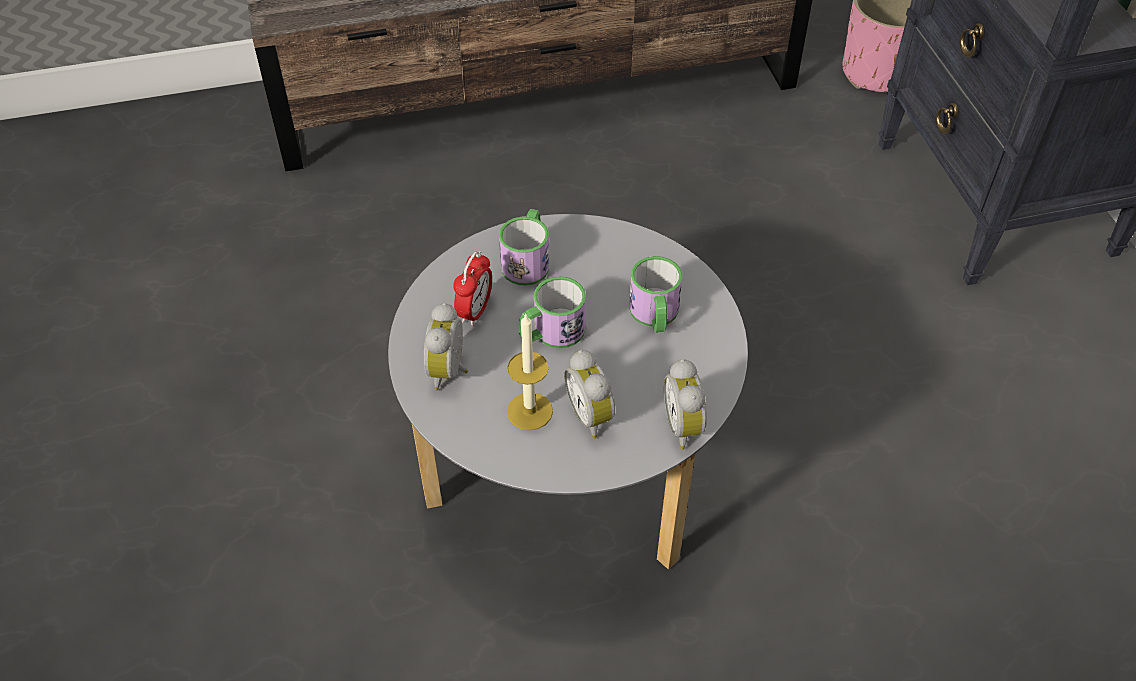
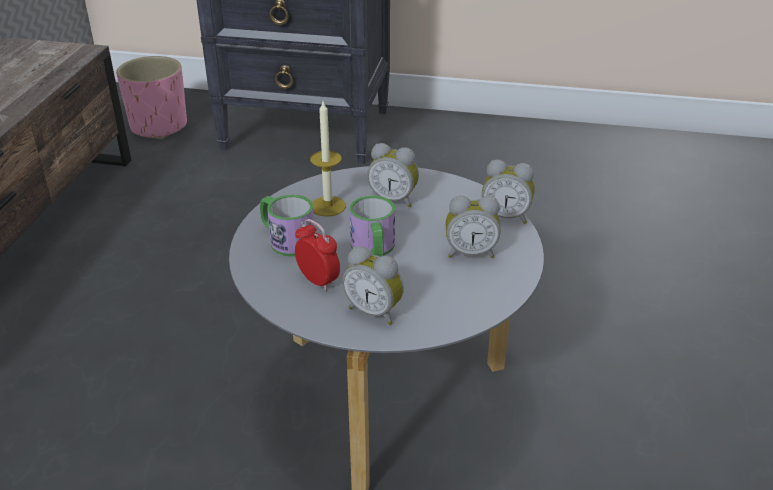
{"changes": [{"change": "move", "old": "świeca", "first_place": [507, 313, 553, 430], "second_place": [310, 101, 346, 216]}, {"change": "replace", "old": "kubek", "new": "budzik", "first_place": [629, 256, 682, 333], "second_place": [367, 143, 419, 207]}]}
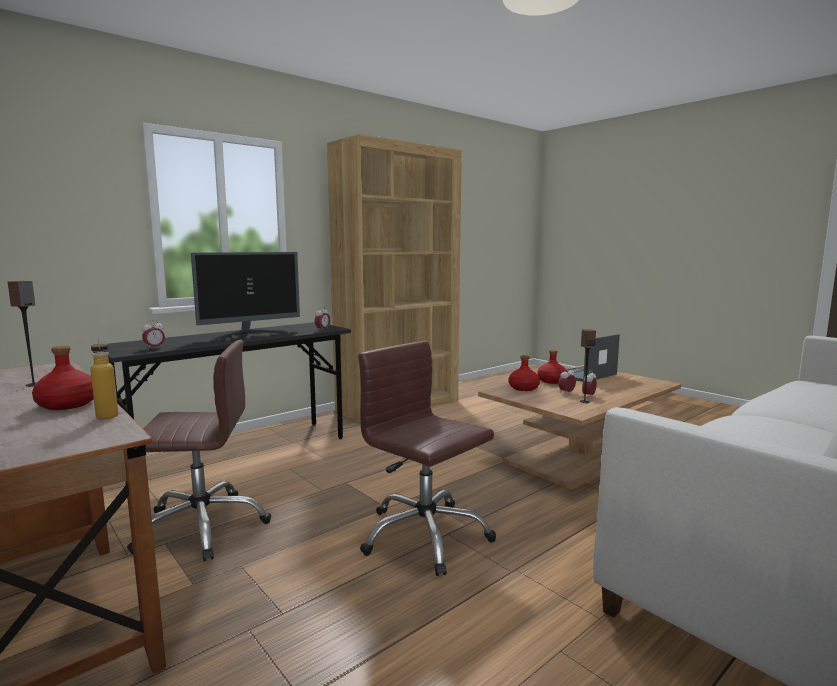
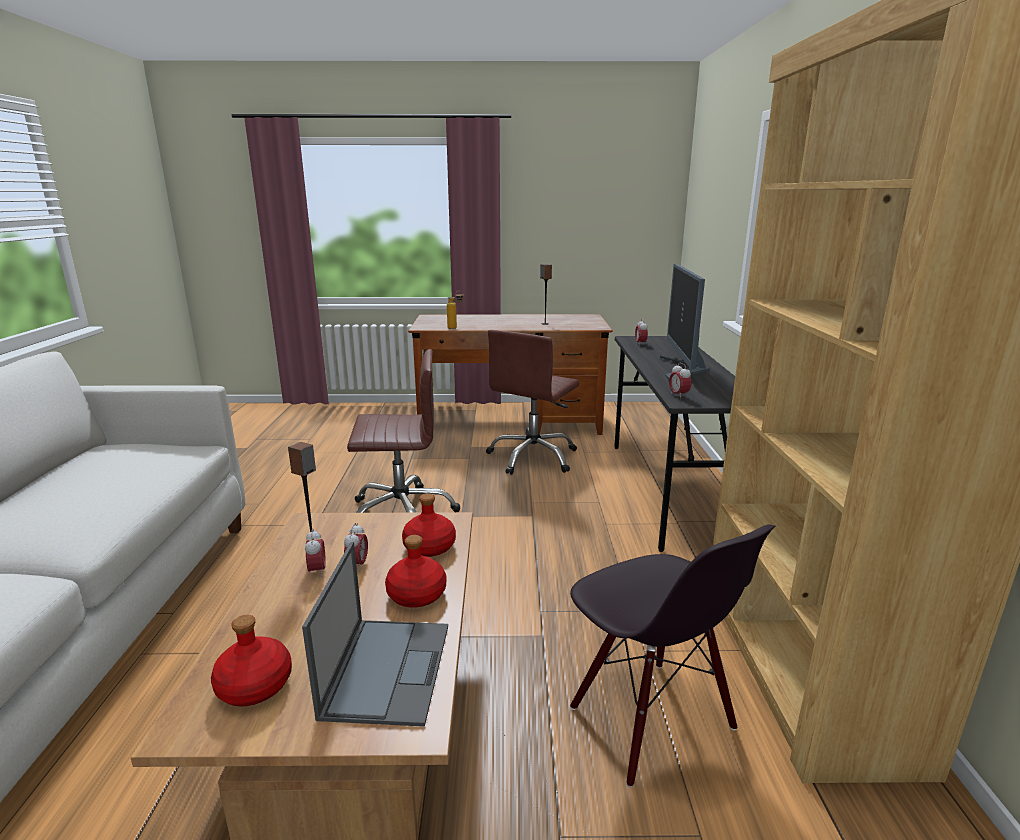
{"changes": [{"change": "move", "old": "butelka [czerwony]", "first_place": [32, 346, 94, 410], "second_place": [211, 615, 292, 707]}, {"change": "insert", "new": "krzesło [czarny]", "second_place": [570, 524, 776, 788]}]}
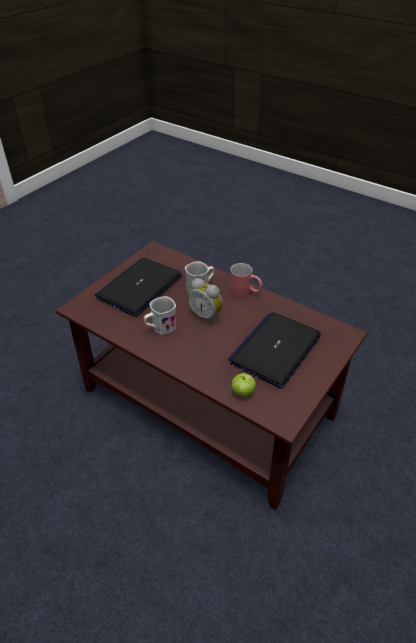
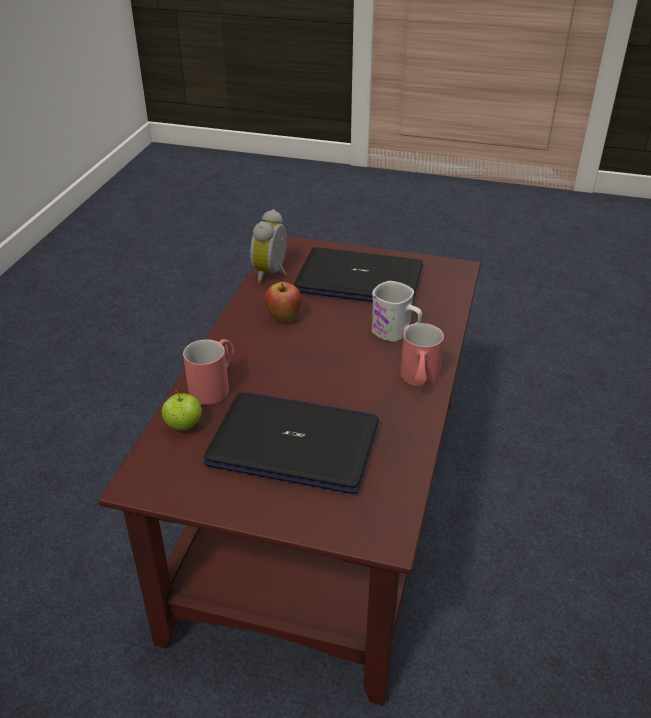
{"changes": [{"change": "replace", "old": "kubek [biały]", "new": "jabłko", "first_place": [144, 296, 177, 335], "second_place": [264, 282, 301, 322]}, {"change": "move", "old": "budzik", "first_place": [188, 278, 223, 324], "second_place": [250, 209, 287, 283]}, {"change": "insert", "new": "kubek [czerwony]", "second_place": [183, 339, 235, 405]}]}
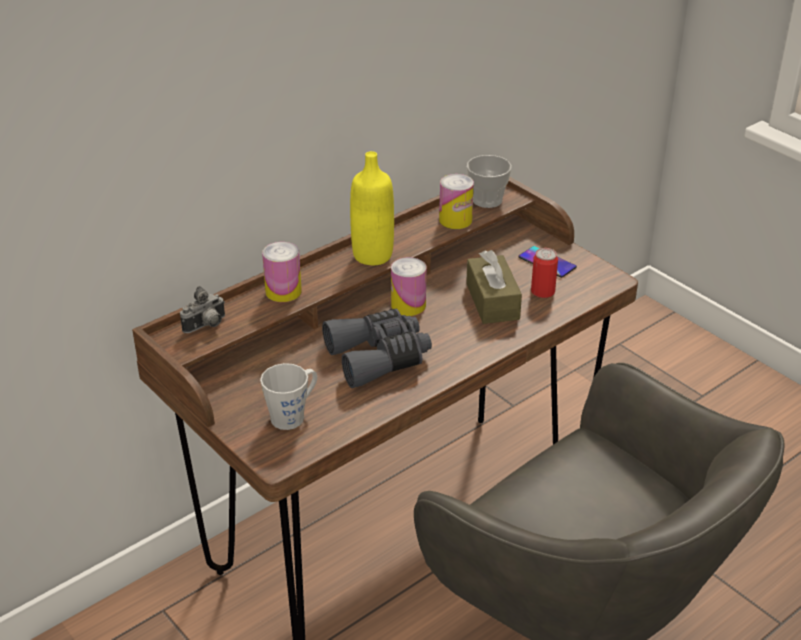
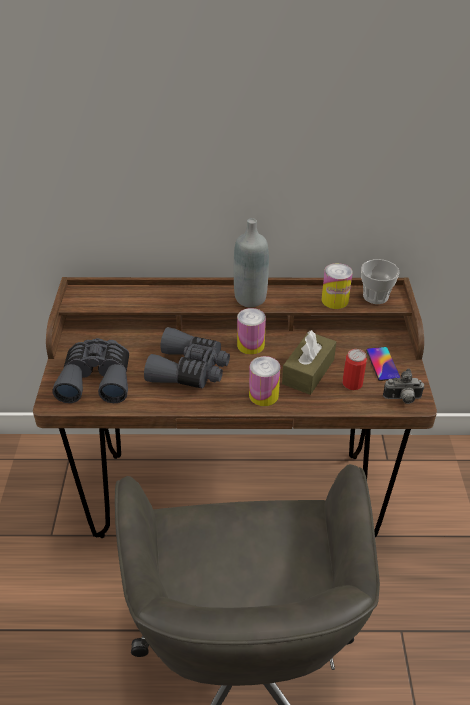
{"changes": [{"change": "move", "old": "aparat fotograficzny", "first_place": [180, 286, 225, 333], "second_place": [383, 369, 425, 404]}, {"change": "replace", "old": "kubek [szary]", "new": "lornetka [szary]", "first_place": [260, 363, 317, 430], "second_place": [53, 338, 129, 403]}, {"change": "move", "old": "puszka", "first_place": [262, 242, 302, 302], "second_place": [249, 356, 281, 406]}, {"change": "recolor", "old": "butelka [żółty]", "new": "butelka [szary]", "first_place": [350, 151, 394, 265], "second_place": [234, 218, 269, 307]}]}
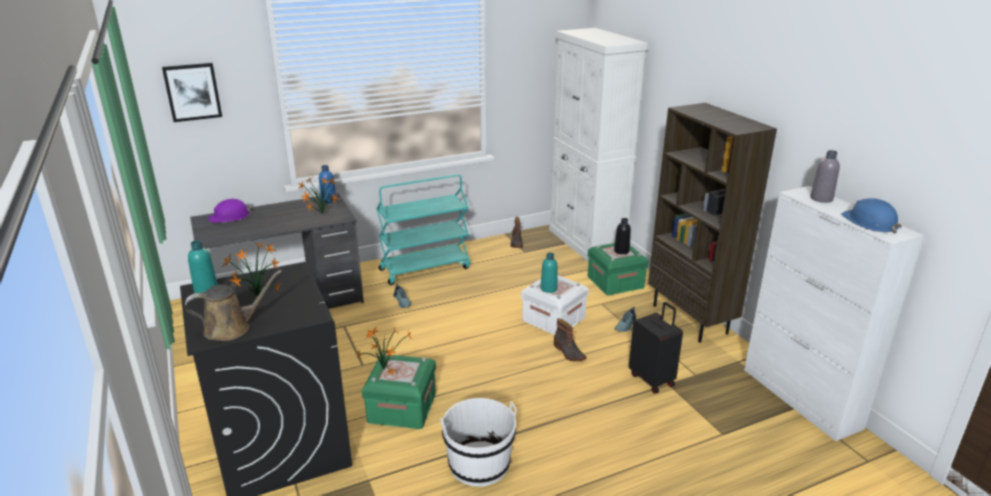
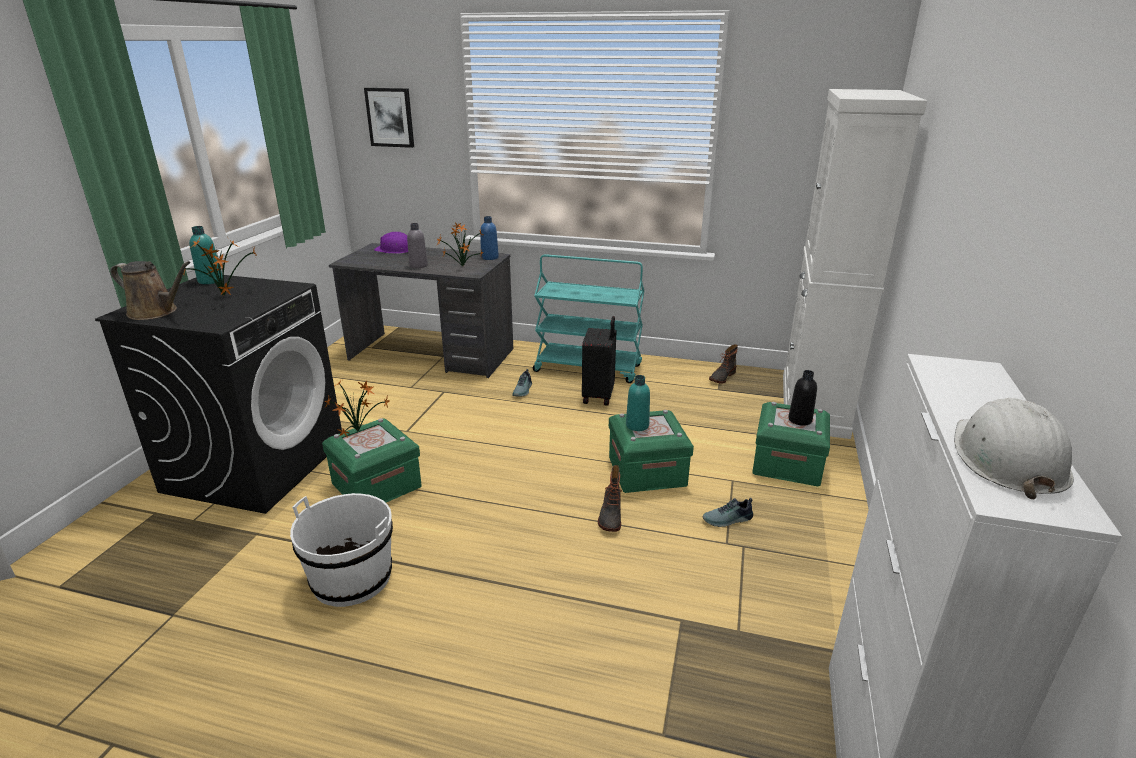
{"changes": [{"change": "recolor", "old": "pojemnik do przechowywania [biały]", "new": "pojemnik do przechowywania [zielony]", "first_place": [521, 275, 589, 335], "second_place": [609, 410, 694, 493]}, {"change": "move", "old": "walizka [czarny]", "first_place": [629, 302, 683, 394], "second_place": [582, 316, 616, 406]}, {"change": "delete", "old": "regał [brązowy]", "first_place": [648, 103, 777, 343]}, {"change": "move", "old": "butelka [szary]", "first_place": [810, 150, 840, 203], "second_place": [407, 223, 428, 268]}, {"change": "recolor", "old": "kask [niebieski]", "new": "kask [biały]", "first_place": [841, 198, 902, 233], "second_place": [954, 398, 1074, 499]}]}
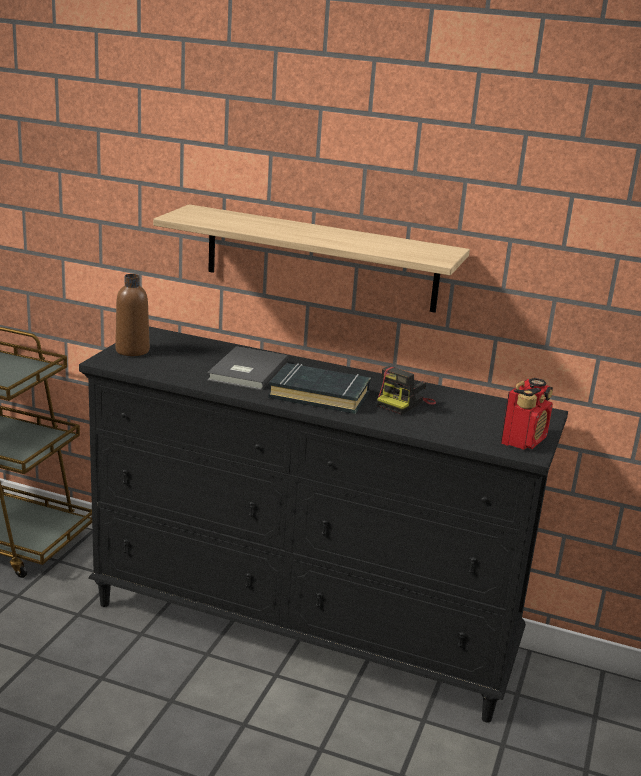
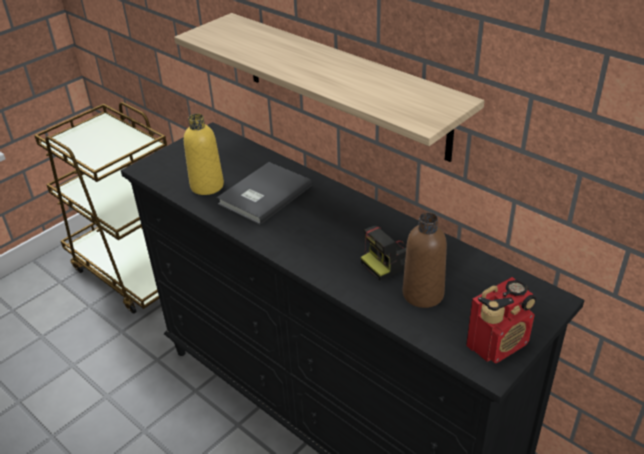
{"changes": [{"change": "move", "old": "butelka [brązowy]", "first_place": [115, 274, 150, 356], "second_place": [402, 213, 447, 308]}, {"change": "delete", "old": "książka [czarny]", "first_place": [268, 363, 371, 414]}, {"change": "insert", "new": "butelka [żółty]", "second_place": [184, 114, 224, 195]}]}
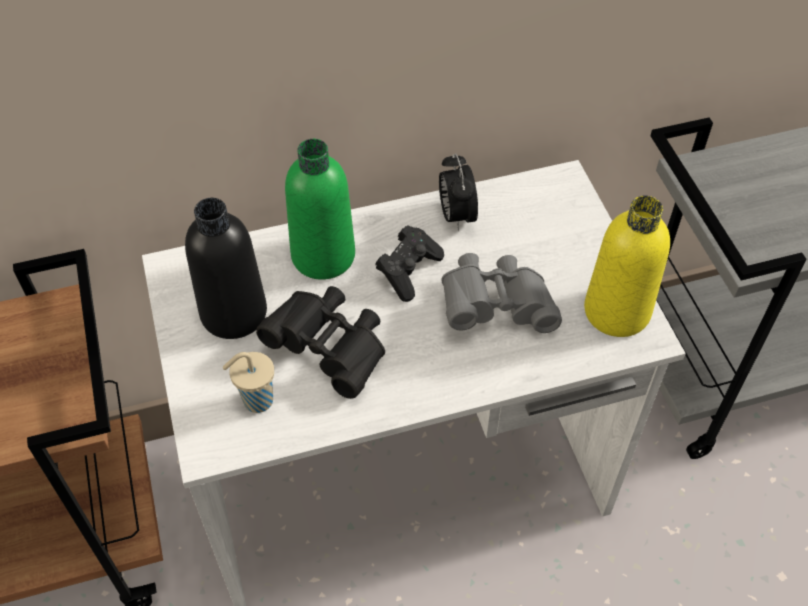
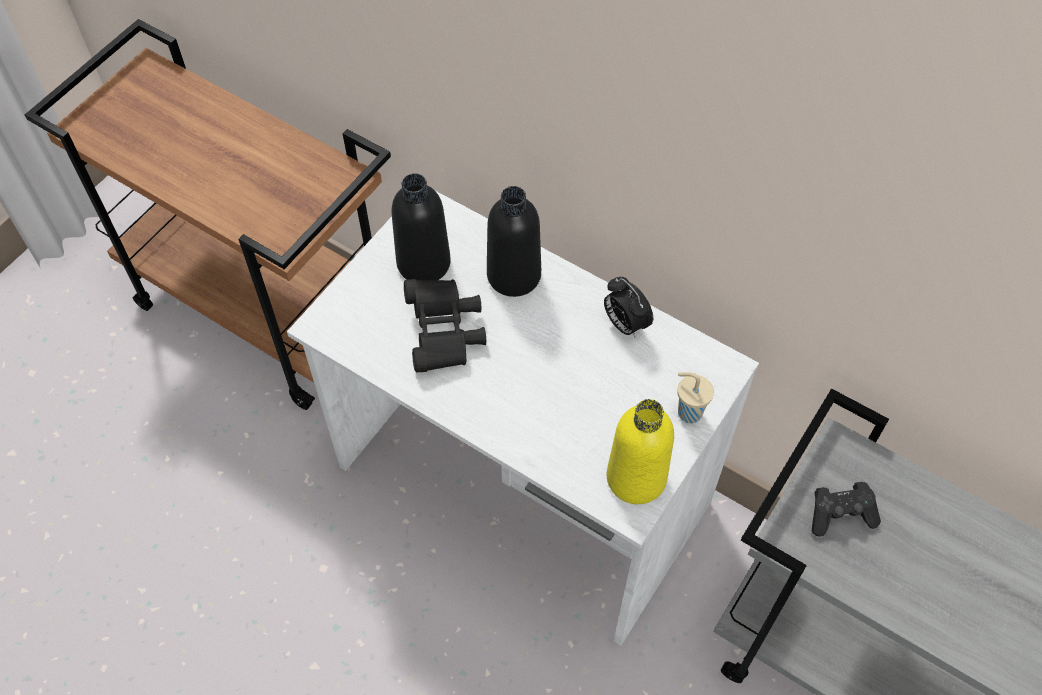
{"changes": [{"change": "move", "old": "filiżanka [beżowy]", "first_place": [223, 352, 274, 413], "second_place": [677, 372, 714, 423]}, {"change": "recolor", "old": "butelka [zielony]", "new": "butelka [czarny]", "first_place": [285, 139, 355, 280], "second_place": [487, 186, 541, 297]}, {"change": "move", "old": "pad do gier [czarny]", "first_place": [375, 225, 444, 302], "second_place": [812, 482, 881, 536]}, {"change": "rotate", "old": "budzik", "first_place": [439, 153, 478, 231], "second_place": [604, 277, 653, 337], "degrees": -75}, {"change": "delete", "old": "lornetka [szary]", "first_place": [441, 253, 562, 333]}]}
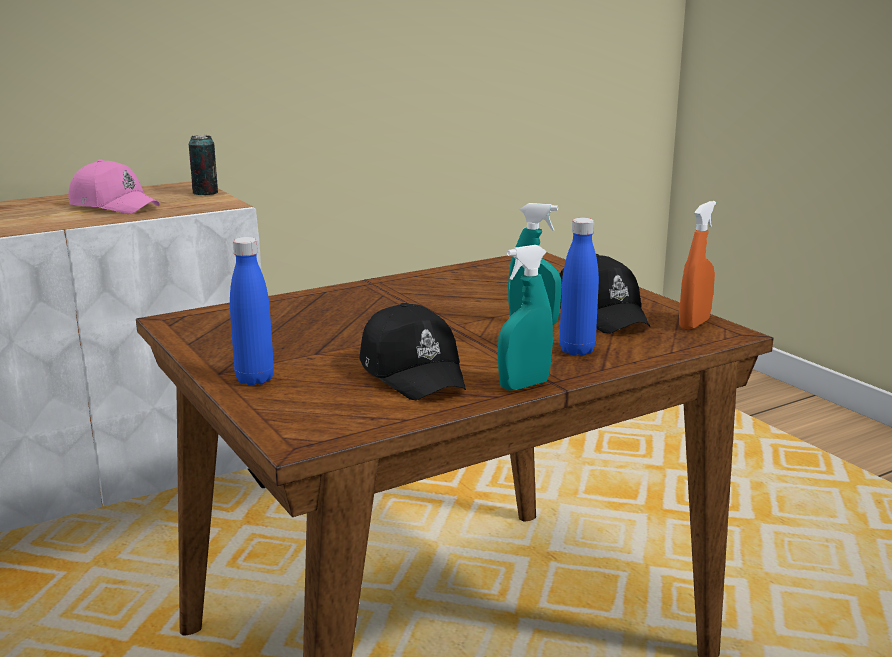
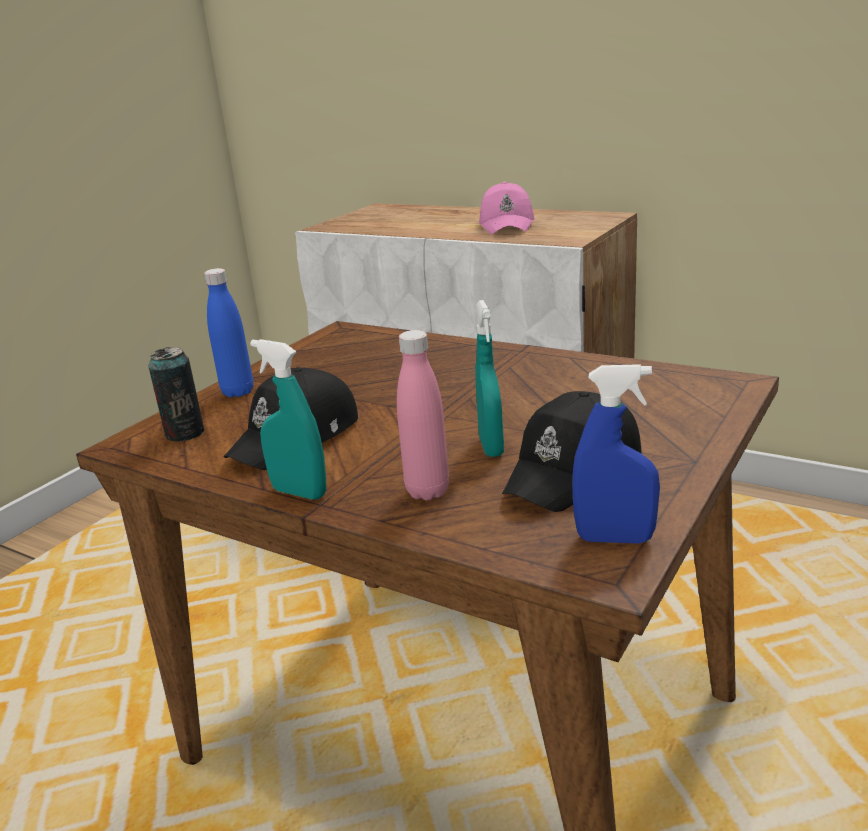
{"changes": [{"change": "move", "old": "puszka", "first_place": [189, 135, 218, 195], "second_place": [148, 347, 204, 442]}, {"change": "recolor", "old": "butelka [niebieski]", "new": "butelka [różowy]", "first_place": [559, 218, 599, 356], "second_place": [397, 330, 449, 501]}, {"change": "recolor", "old": "spryskiwacz [pomarańczowy]", "new": "spryskiwacz [niebieski]", "first_place": [679, 201, 716, 329], "second_place": [572, 364, 660, 544]}]}
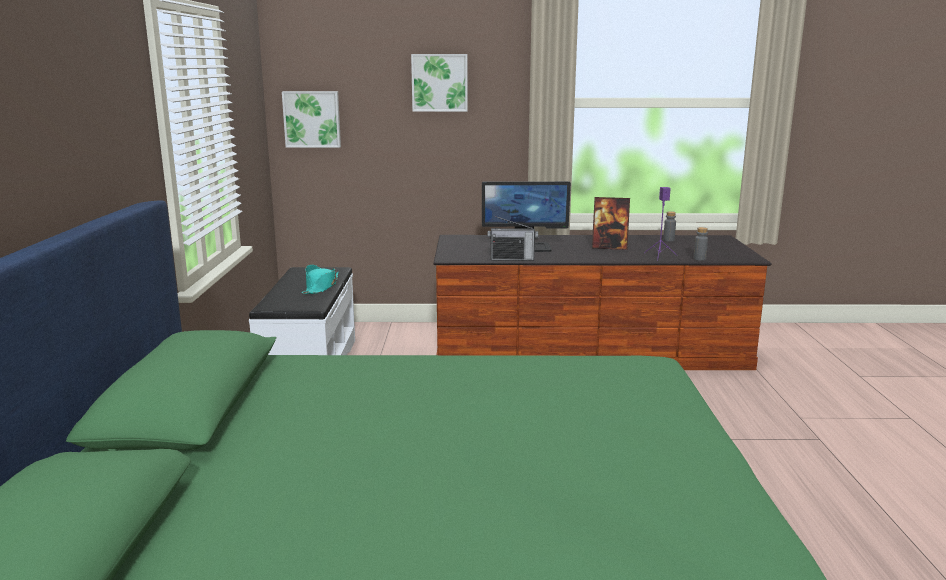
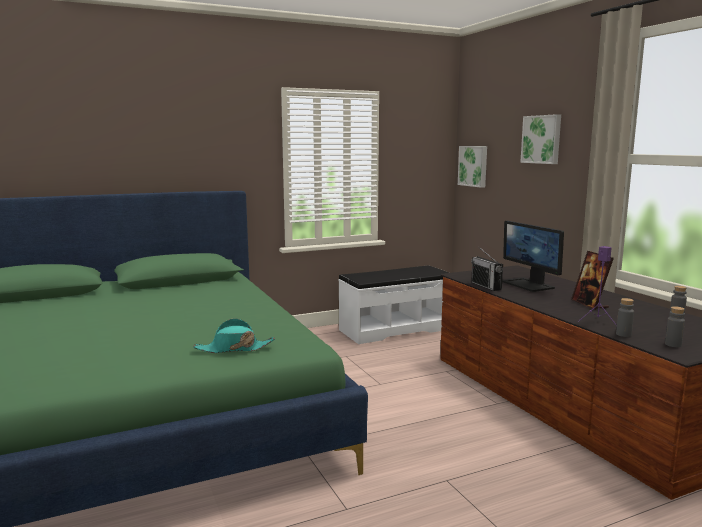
{"changes": [{"change": "move", "old": "kapelusz [turkusowy]", "first_place": [302, 265, 339, 294], "second_place": [193, 318, 275, 353]}, {"change": "insert", "new": "butelka [szary]", "second_place": [665, 306, 685, 347]}]}
